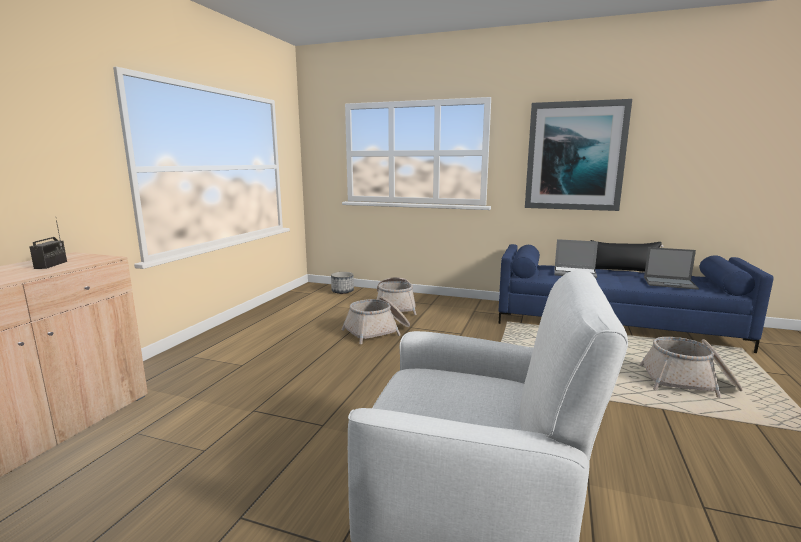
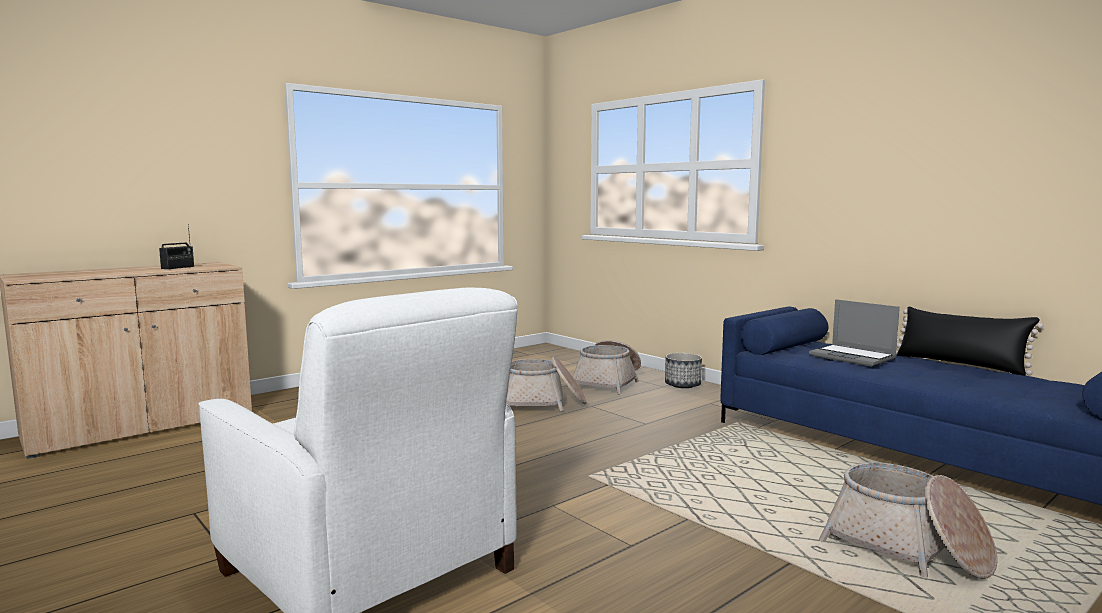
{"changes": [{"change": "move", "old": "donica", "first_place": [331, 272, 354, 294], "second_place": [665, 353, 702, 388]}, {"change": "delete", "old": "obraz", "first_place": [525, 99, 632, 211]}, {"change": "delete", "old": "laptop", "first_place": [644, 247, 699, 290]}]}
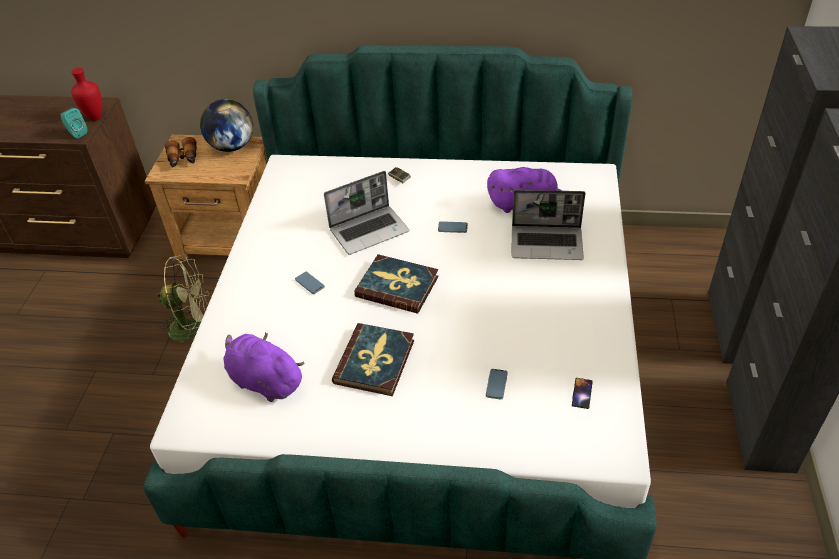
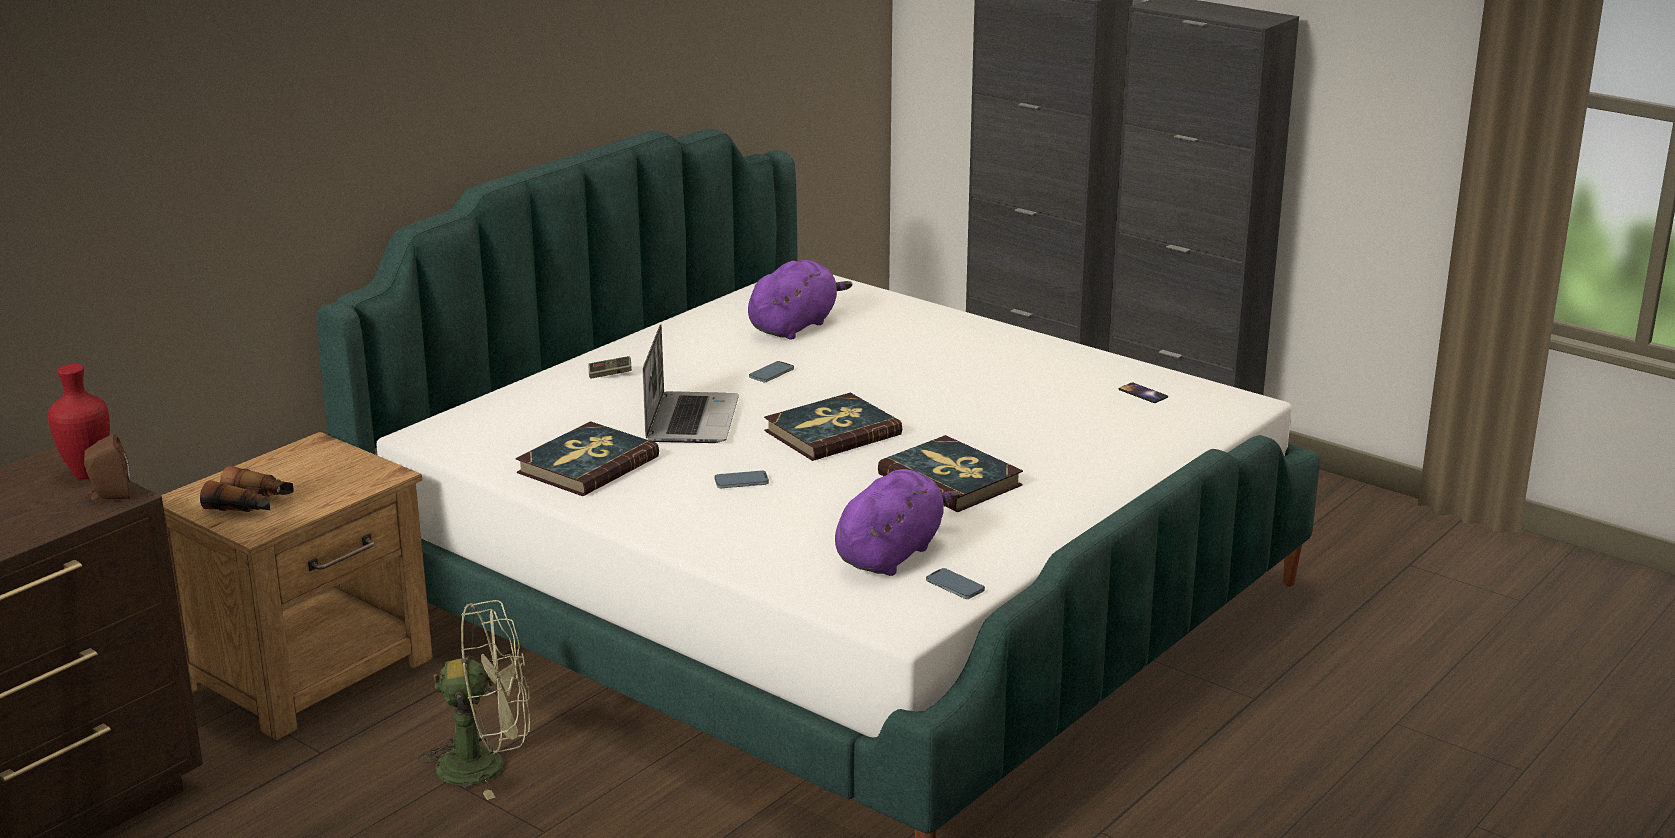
{"changes": [{"change": "recolor", "old": "głośnik [turkusowy]", "new": "głośnik [brązowy]", "first_place": [60, 108, 87, 139], "second_place": [84, 434, 130, 502]}, {"change": "rotate", "old": "wentylator [zielony]", "first_place": [157, 255, 209, 345], "second_place": [418, 600, 530, 800], "degrees": 60}, {"change": "delete", "old": "globus", "first_place": [200, 99, 253, 152]}, {"change": "rotate", "old": "pluszak [fioletowy]", "first_place": [223, 332, 305, 402], "second_place": [835, 469, 960, 576], "degrees": 150}, {"change": "move", "old": "telefon", "first_place": [486, 369, 508, 399], "second_place": [926, 568, 985, 599]}, {"change": "delete", "old": "laptop", "first_place": [511, 190, 585, 260]}, {"change": "insert", "new": "książka", "second_place": [516, 421, 659, 496]}]}
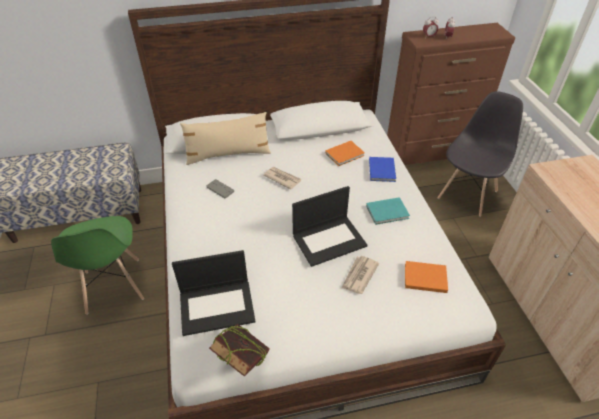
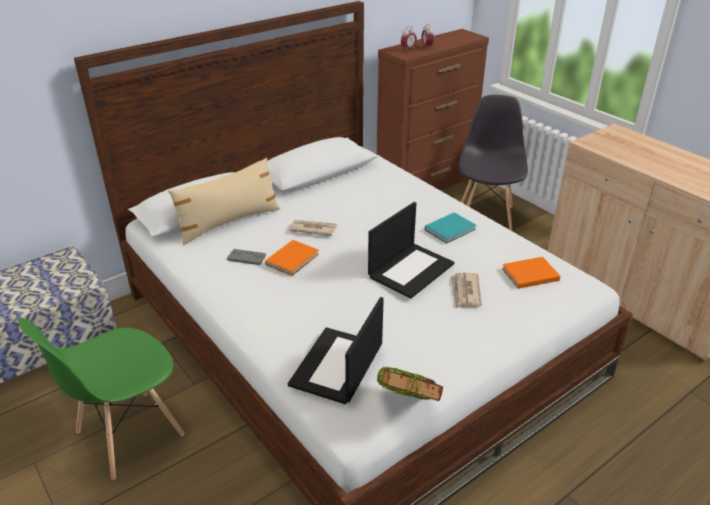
{"changes": [{"change": "rotate", "old": "krzesło [zielony]", "first_place": [51, 216, 144, 315], "second_place": [18, 318, 184, 480], "degrees": 90}, {"change": "rotate", "old": "laptop", "first_place": [172, 250, 255, 336], "second_place": [288, 297, 384, 404], "degrees": 150}, {"change": "move", "old": "książka [pomarańczowy]", "first_place": [325, 141, 365, 166], "second_place": [265, 240, 319, 276]}, {"change": "delete", "old": "książka [niebieski]", "first_place": [369, 157, 396, 182]}]}
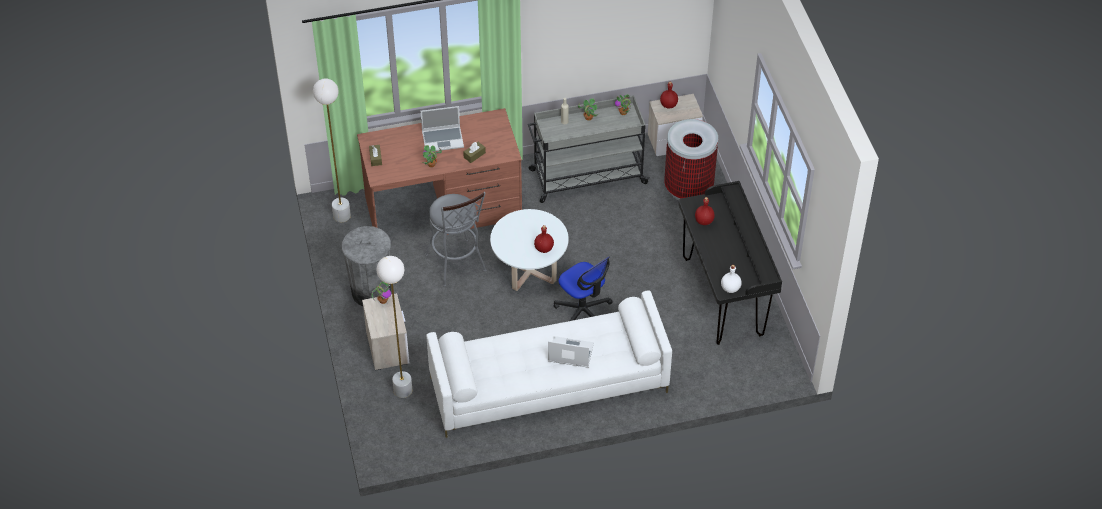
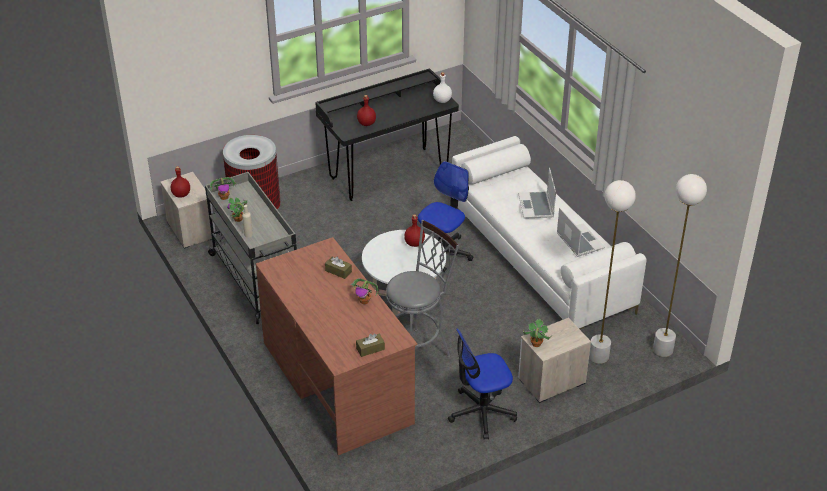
{"changes": [{"change": "move", "old": "lampa stojąca [biały]", "first_place": [313, 79, 351, 222], "second_place": [653, 174, 707, 357]}, {"change": "replace", "old": "kosz na śmieci [szary]", "new": "krzesło biurowe", "first_place": [342, 226, 392, 306], "second_place": [448, 328, 517, 439]}, {"change": "move", "old": "laptop", "first_place": [421, 106, 464, 151], "second_place": [557, 207, 605, 257]}]}
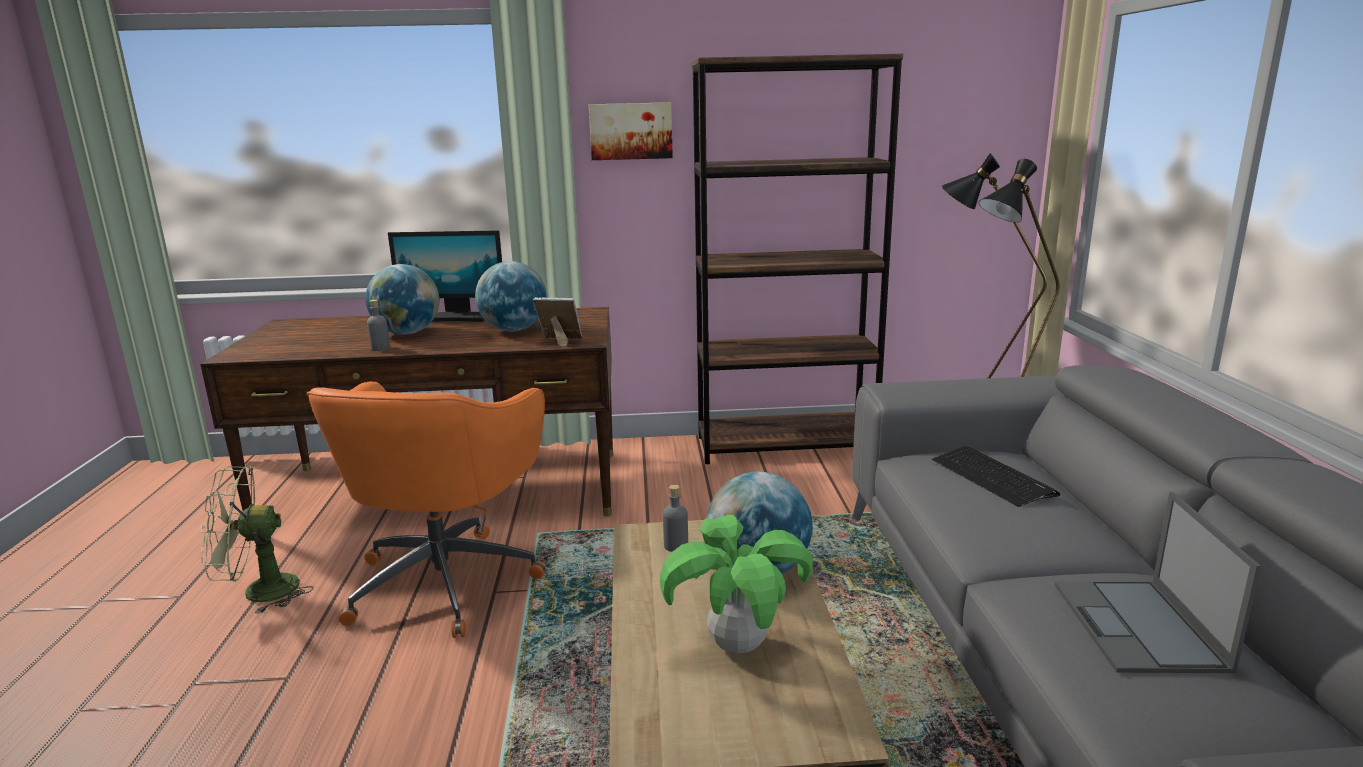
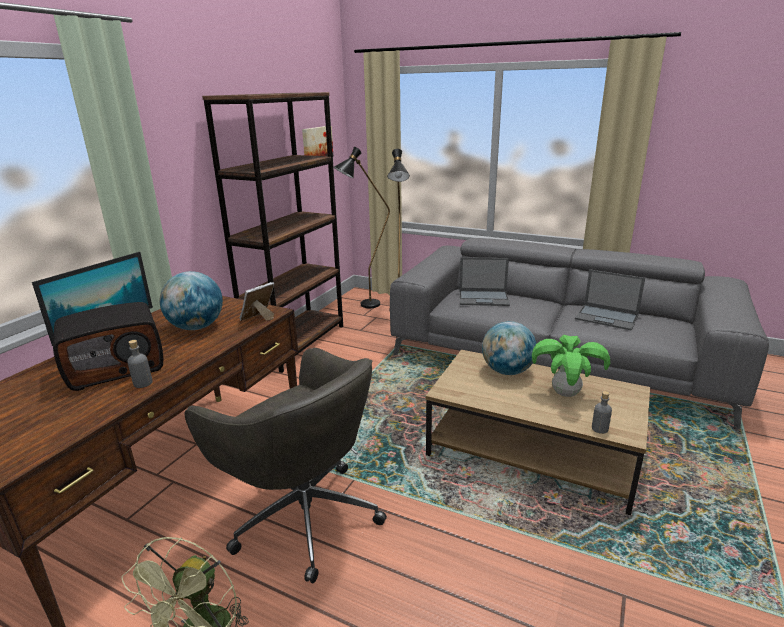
{"changes": [{"change": "recolor", "old": "krzesło biurowe [pomarańczowy]", "new": "krzesło biurowe [szary]", "first_place": [307, 381, 547, 638], "second_place": [185, 348, 387, 583]}, {"change": "replace", "old": "globus", "new": "radio", "first_place": [365, 264, 439, 334], "second_place": [53, 302, 163, 391]}, {"change": "move", "old": "obraz", "first_place": [589, 102, 673, 160], "second_place": [302, 126, 333, 156]}, {"change": "move", "old": "butelka [szary]", "first_place": [663, 485, 688, 552], "second_place": [592, 391, 612, 434]}, {"change": "replace", "old": "klawiatura", "new": "laptop", "first_place": [932, 446, 1060, 507], "second_place": [459, 257, 510, 306]}]}
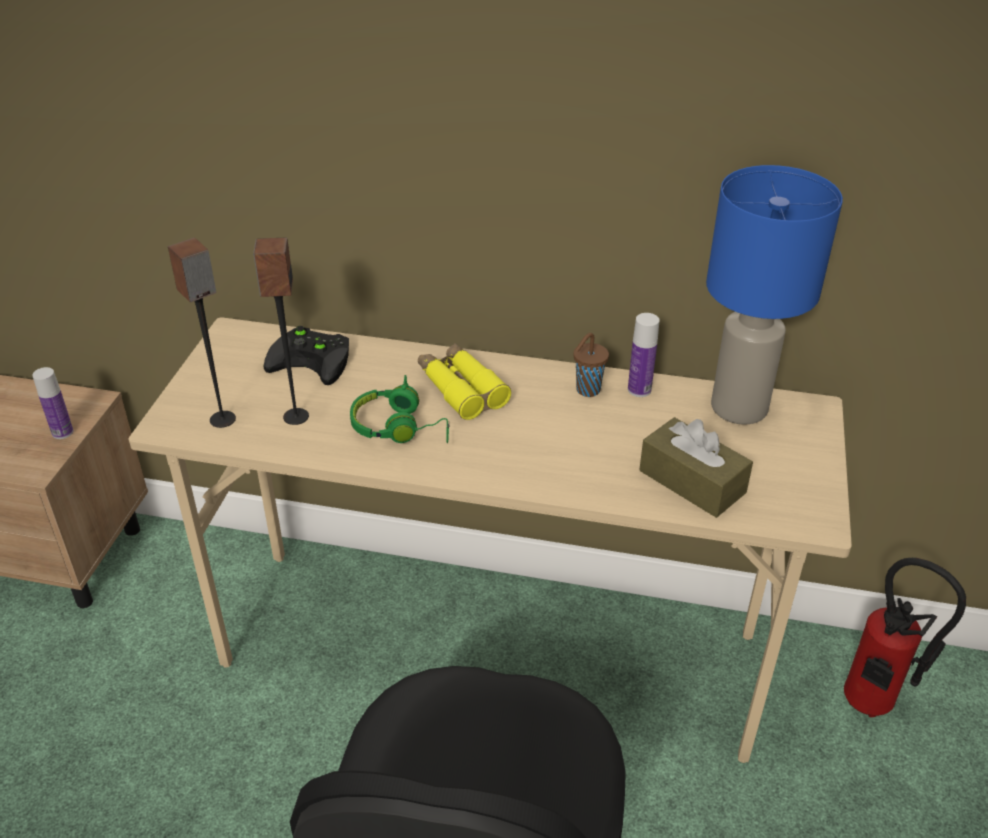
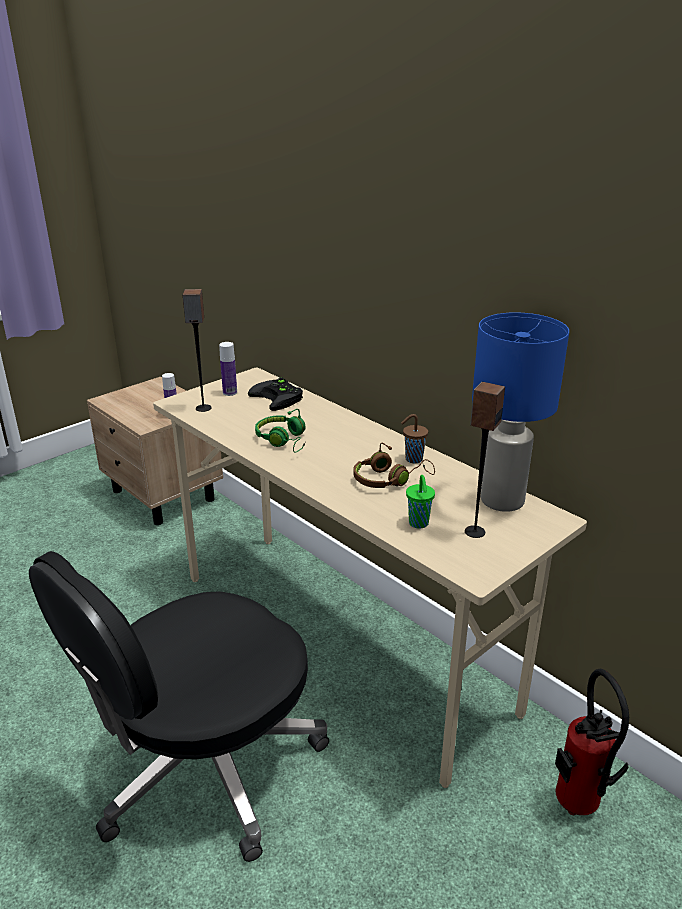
{"changes": [{"change": "move", "old": "głośnik", "first_place": [253, 238, 309, 425], "second_place": [465, 382, 505, 538]}, {"change": "delete", "old": "lornetka [żółty]", "first_place": [418, 343, 511, 420]}, {"change": "move", "old": "butelka", "first_place": [628, 313, 660, 397], "second_place": [219, 342, 237, 396]}, {"change": "replace", "old": "pudełko chusteczek [brązowy]", "new": "filiżanka [zielony]", "first_place": [639, 417, 753, 518], "second_place": [406, 475, 435, 528]}, {"change": "insert", "new": "słuchawki [brązowy]", "second_place": [353, 443, 435, 488]}]}
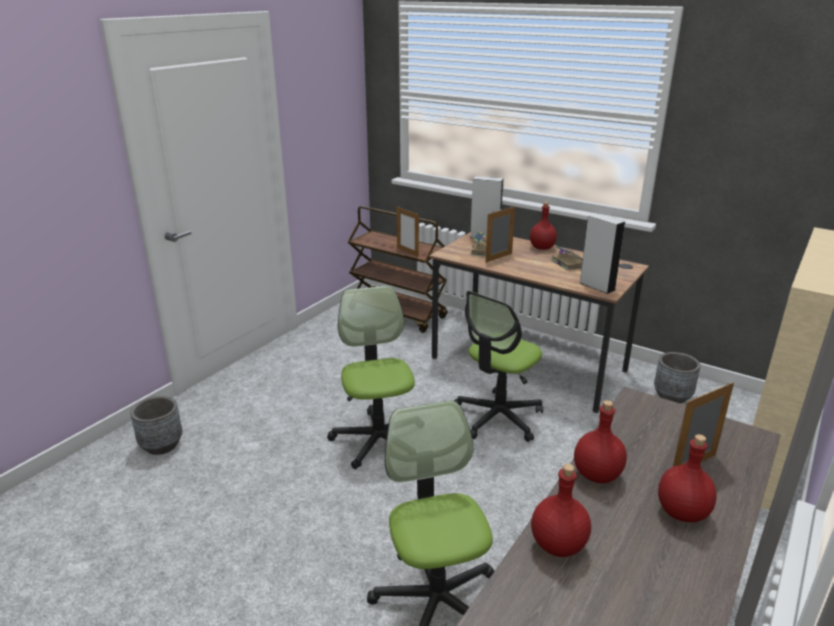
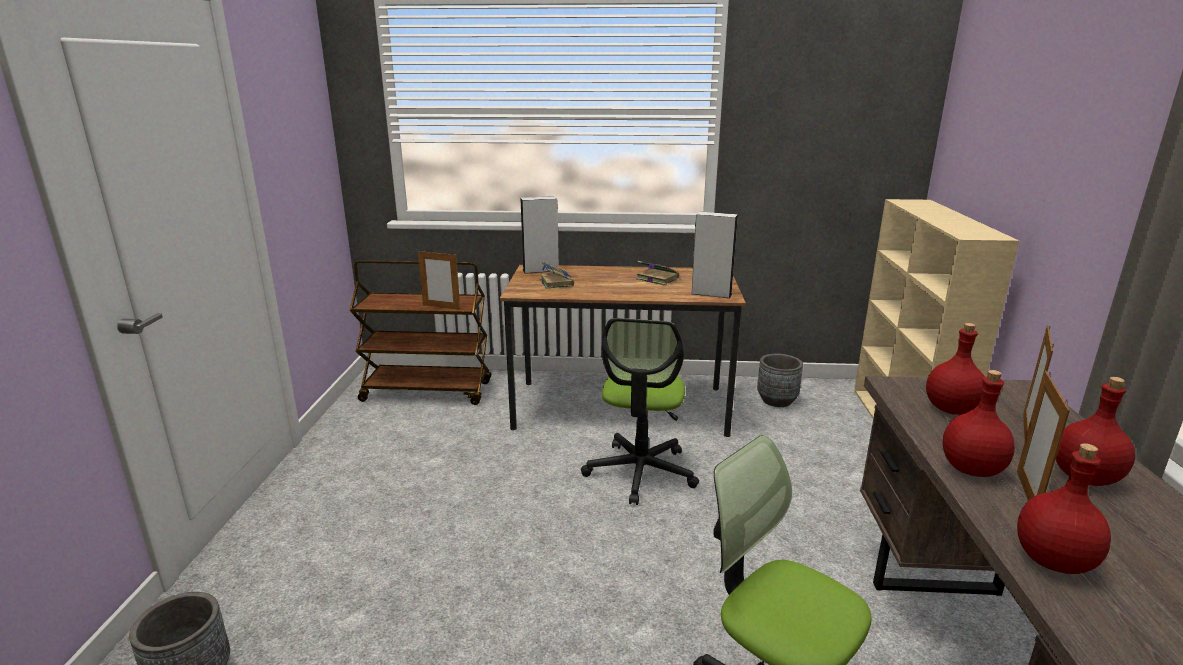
{"changes": [{"change": "delete", "old": "krzesło biurowe", "first_place": [327, 286, 415, 469]}, {"change": "move", "old": "ramka na zdjęcie", "first_place": [485, 207, 515, 263], "second_place": [1017, 371, 1070, 501]}, {"change": "move", "old": "butelka [czerwony]", "first_place": [530, 202, 557, 250], "second_place": [926, 323, 985, 415]}]}
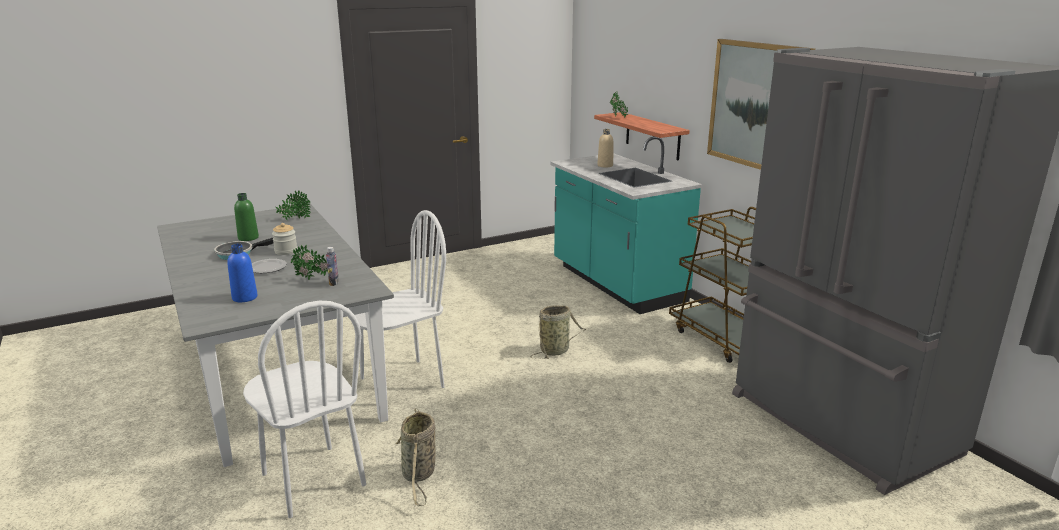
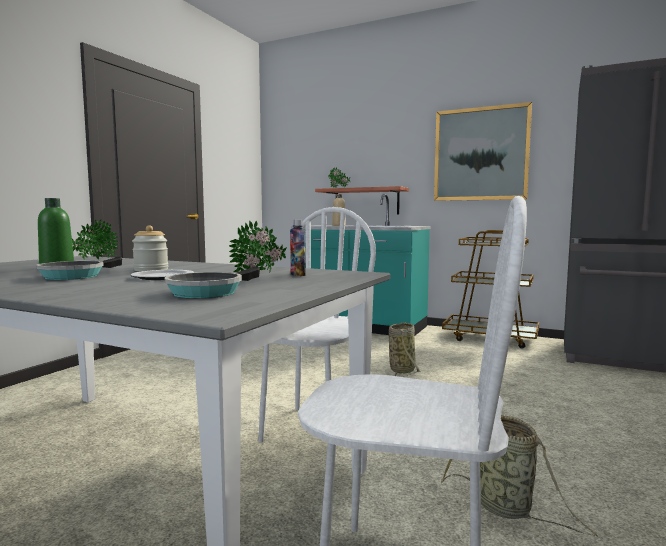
{"changes": [{"change": "replace", "old": "butelka [niebieski]", "new": "patelnia", "first_place": [227, 244, 258, 302], "second_place": [164, 266, 260, 298]}]}
